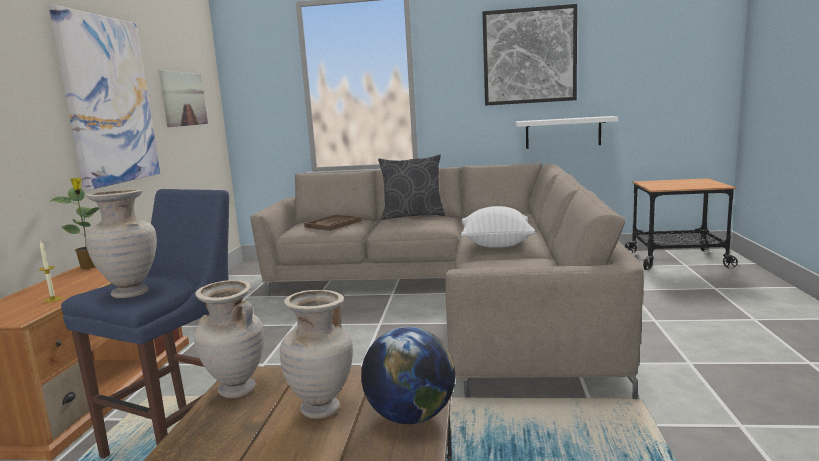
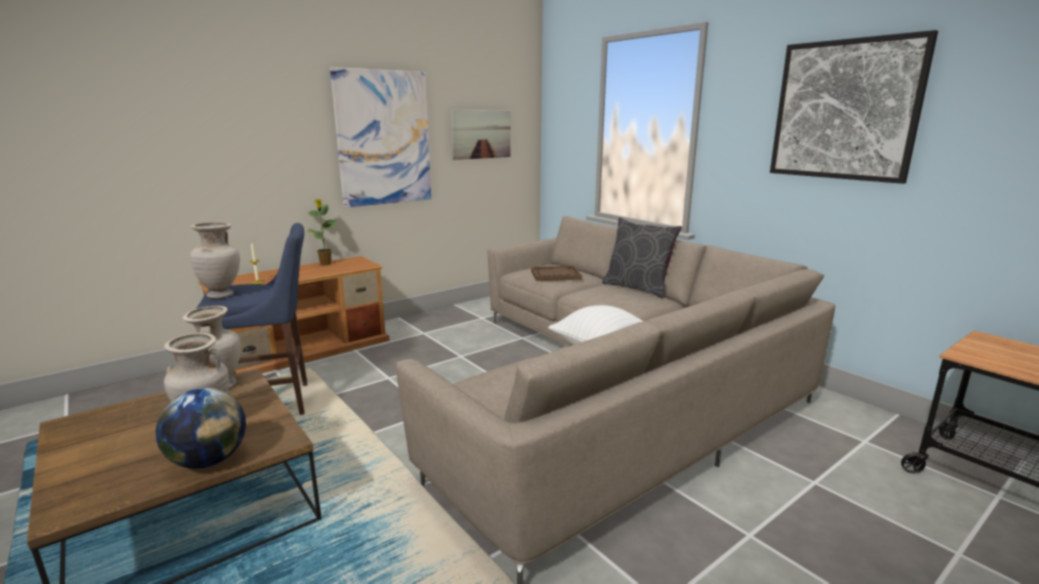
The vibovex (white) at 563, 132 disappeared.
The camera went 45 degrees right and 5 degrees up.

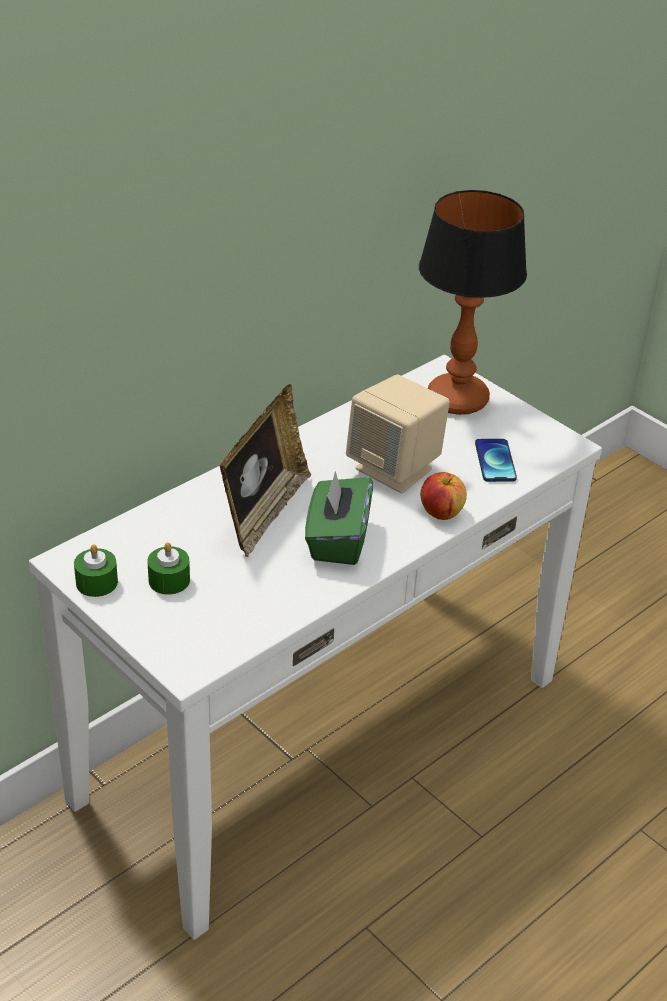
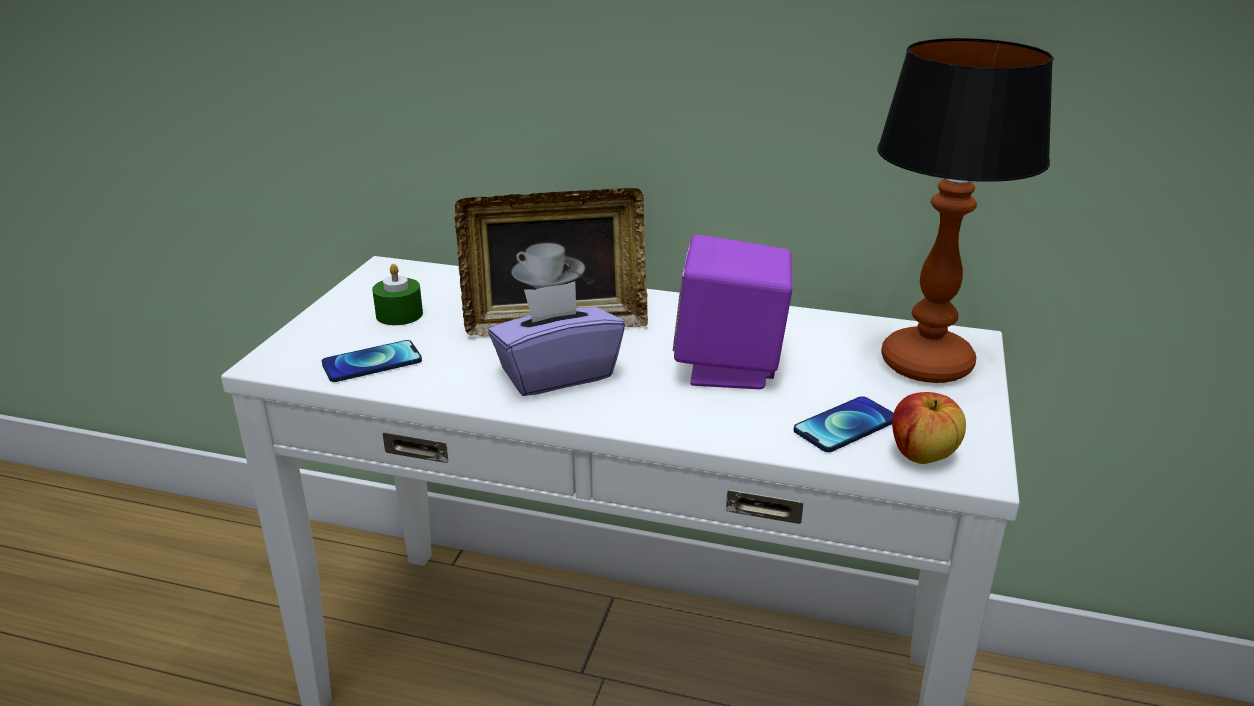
The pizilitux at 372, 363 appeared.
The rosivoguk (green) at 337, 540 became the rosivoguk (purple) at 557, 374.
The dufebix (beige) at 395, 469 became the dufebix (purple) at 730, 368.
The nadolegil moved from 441, 512 to 922, 455.
The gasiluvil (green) at 97, 582 disappeared.
The camera went 60 degrees right and 10 degrees down.

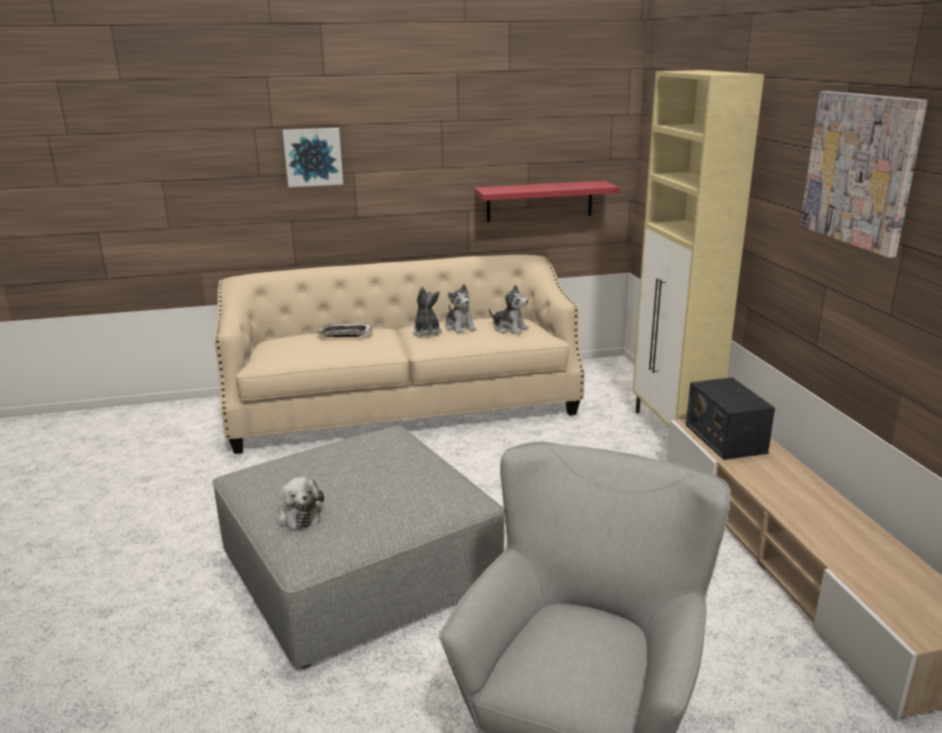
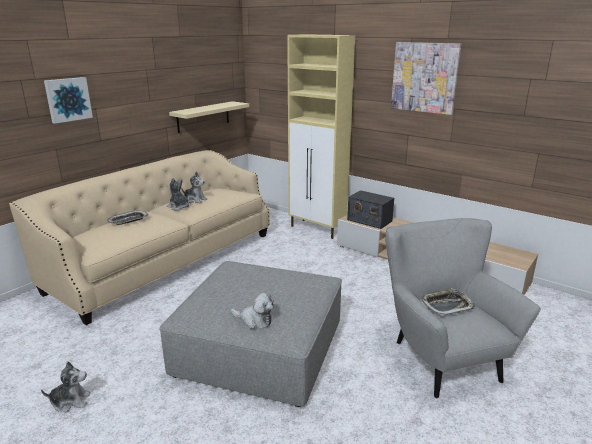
The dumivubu moved from 509, 329 to 70, 401.
The vibovex (red) at 539, 201 became the vibovex (beige) at 203, 117.
The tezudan at 446, 305 appeared.
The camera went 40 degrees left and 0 degrees up.

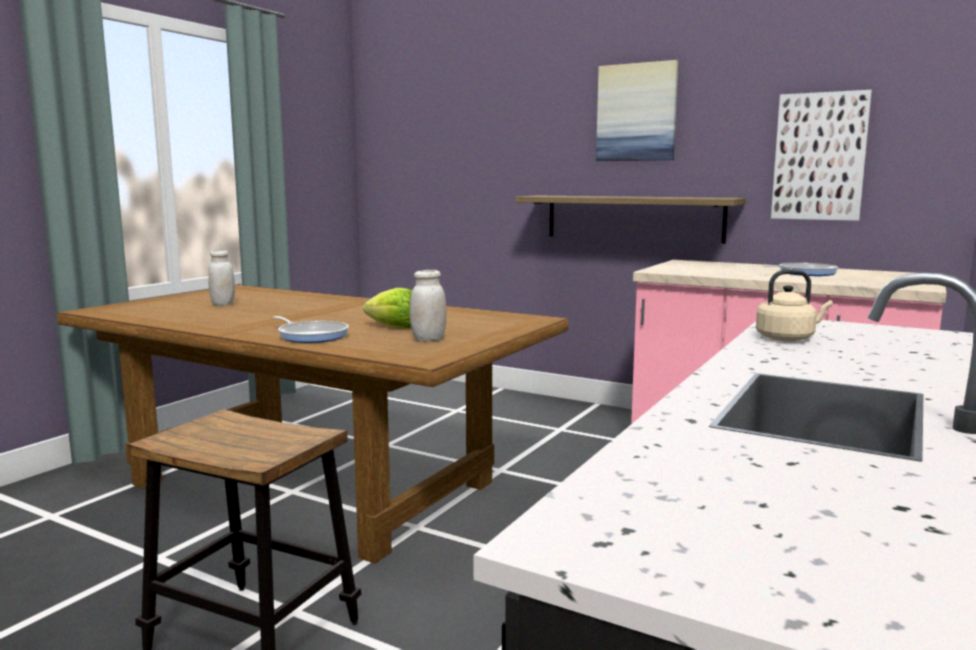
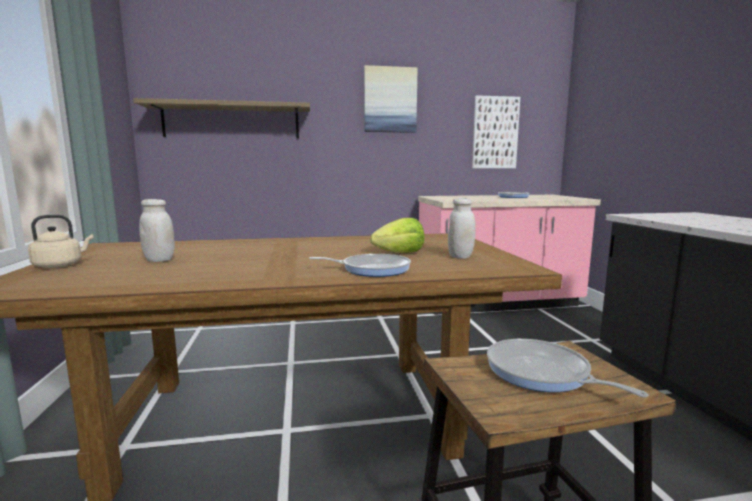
The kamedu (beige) moved from 787, 338 to 60, 265.
The vibovex moved from 633, 218 to 231, 121.
The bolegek at 542, 373 appeared.
The camera went 40 degrees left and 0 degrees up.

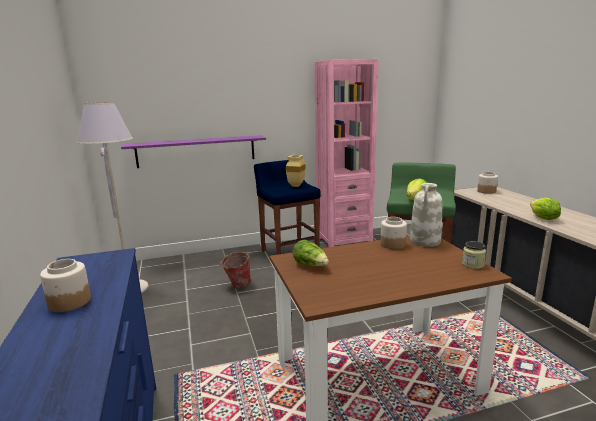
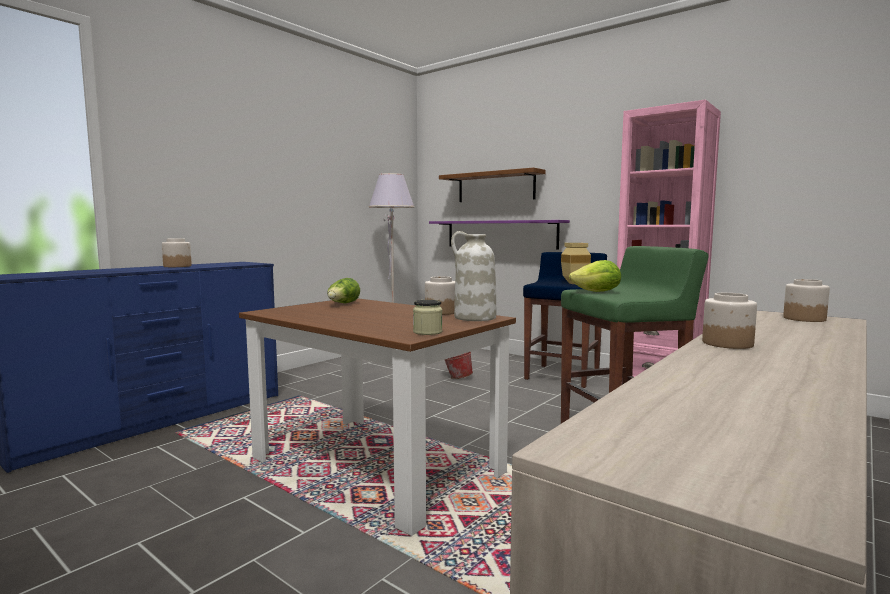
The vibovex (brown) at 495, 187 appeared.
The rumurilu at 543, 218 was replaced by the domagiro at 726, 343.
The camera went 55 degrees right and 10 degrees down.

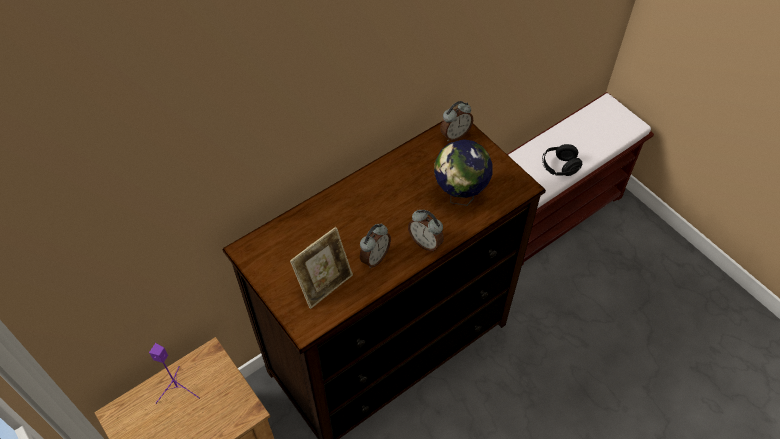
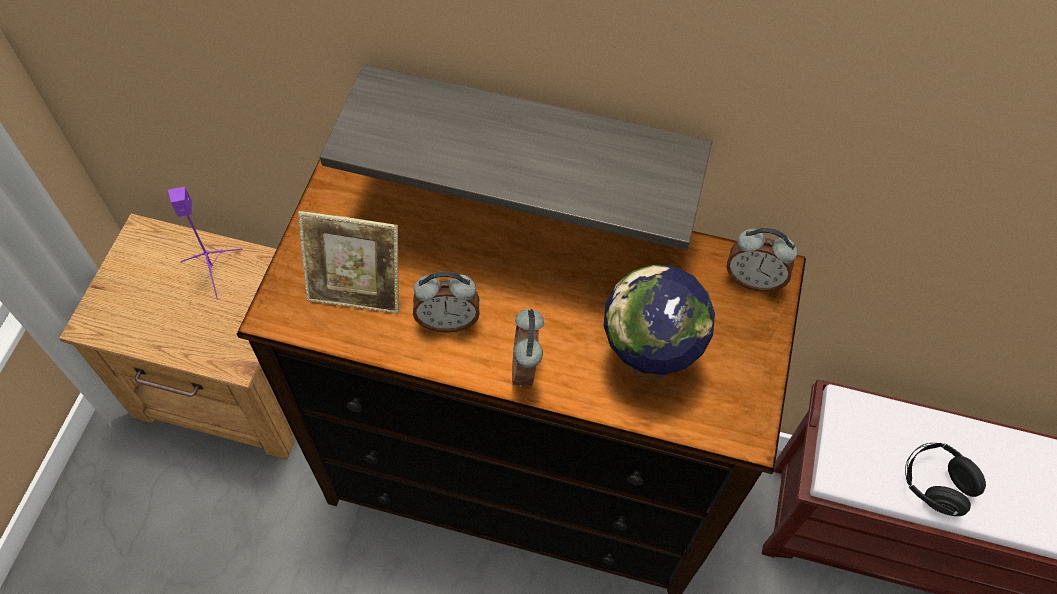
The vibovex at 533, 134 appeared.
The camera went 50 degrees right and 5 degrees up.

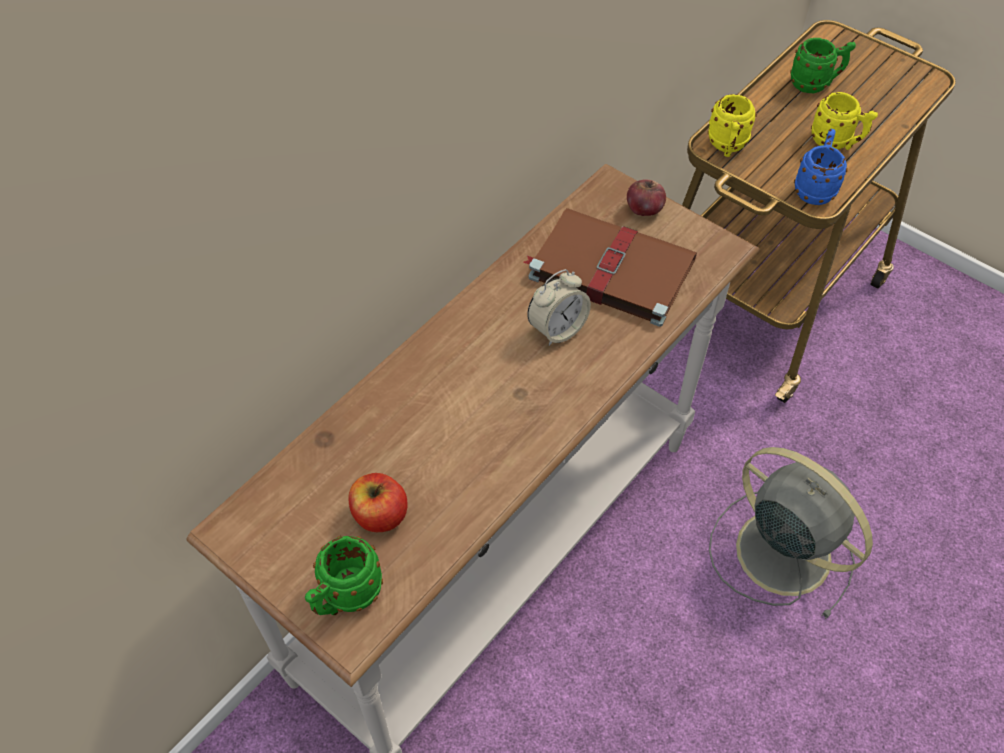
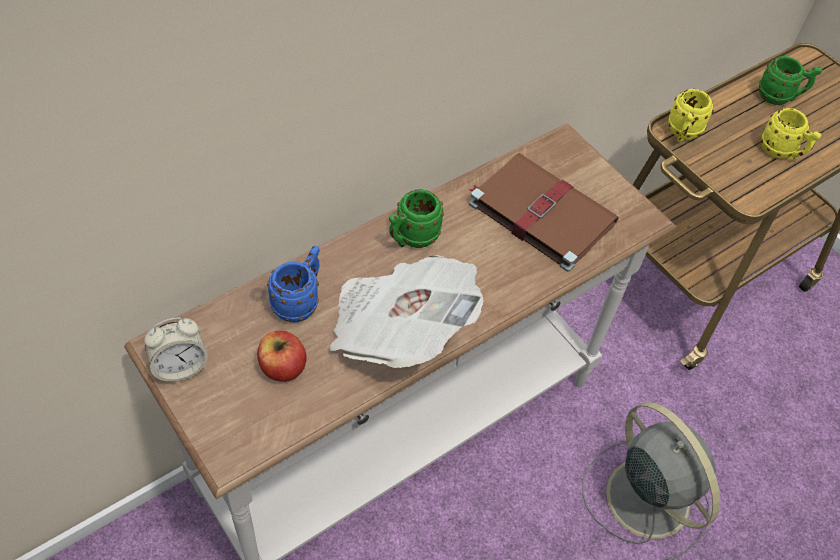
The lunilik moved from 557, 329 to 180, 366.
The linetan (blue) moved from 815, 188 to 300, 301.
The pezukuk at 399, 329 appeared.
The linetan (green) moved from 346, 597 to 411, 238.
The nadolegil at 644, 210 disappeared.
The camera went 10 degrees right and 0 degrees up.

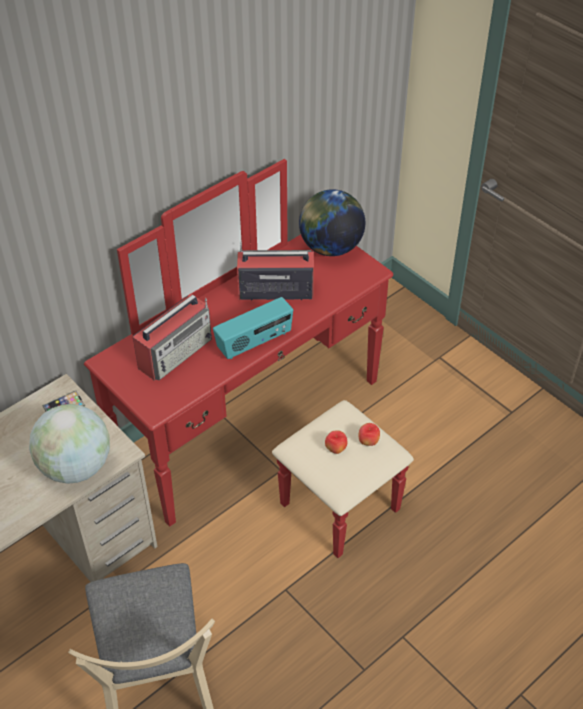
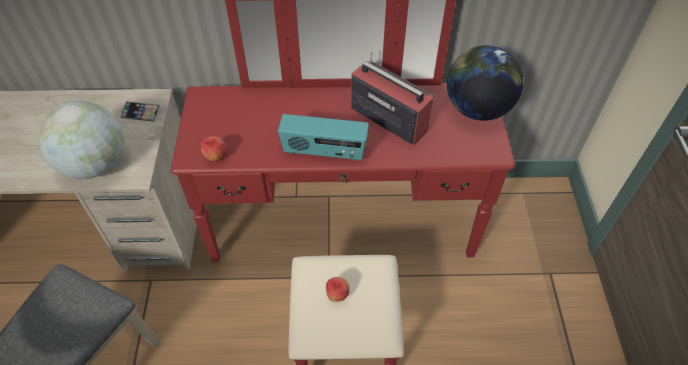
The nadolegil moved from 368, 442 to 215, 157.
The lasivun at 176, 352 disappeared.
The camera went 40 degrees right and 5 degrees up.

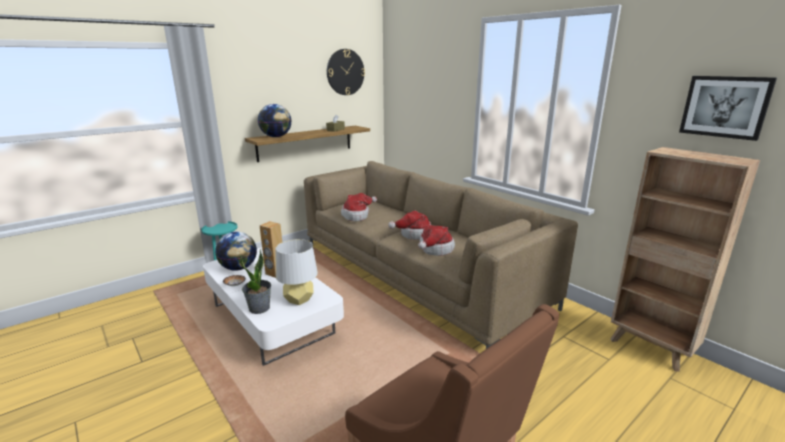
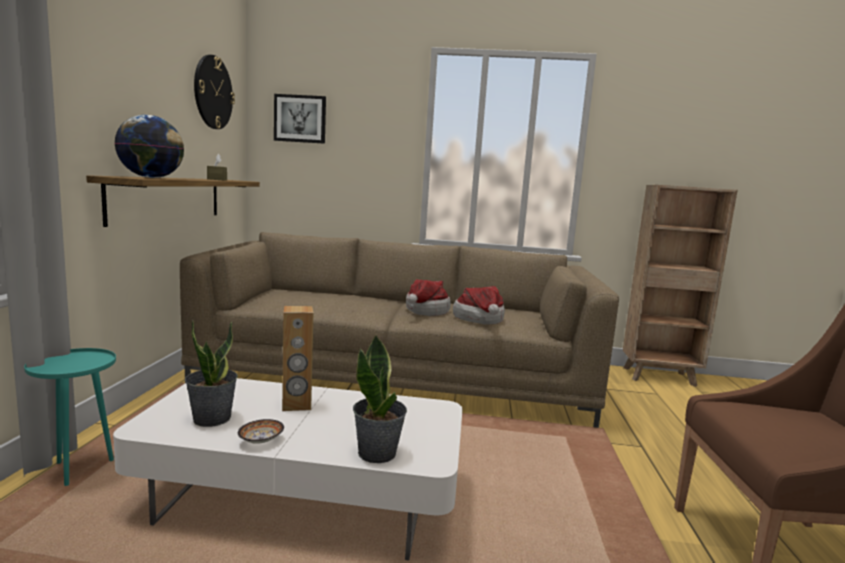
The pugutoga at 238, 268 was replaced by the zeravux at 212, 418.
The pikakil moved from 725, 106 to 300, 119.
The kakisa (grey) at 299, 300 disappeared.
The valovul at 357, 215 disappeared.
The camera went 45 degrees left and 10 degrees down.

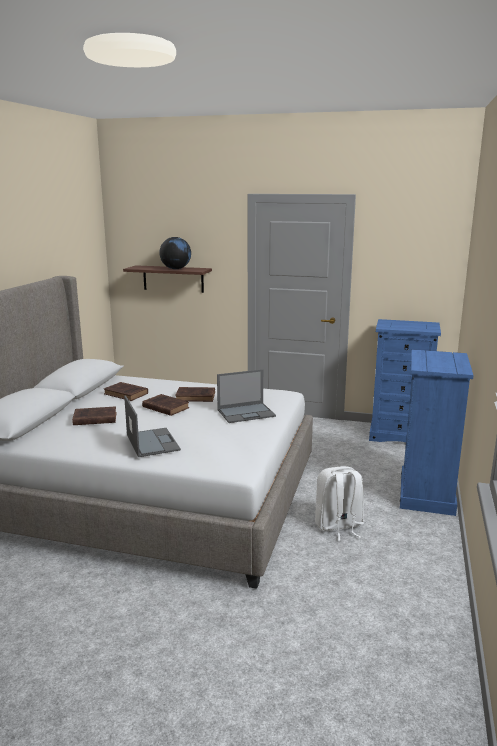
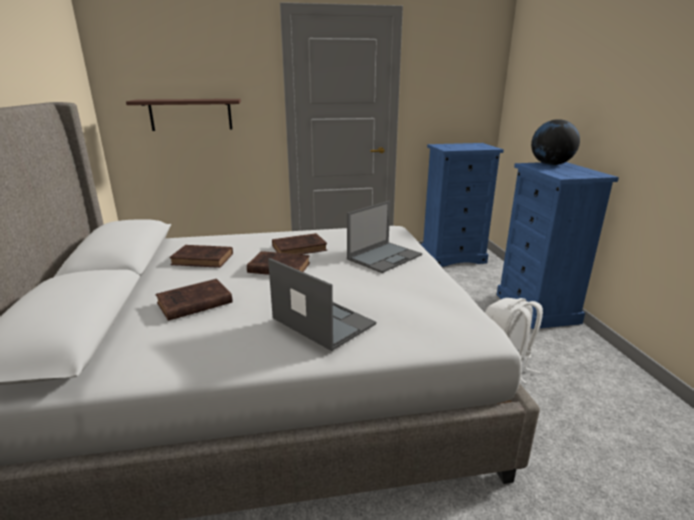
The pugutoga moved from 176, 269 to 551, 164.
The camera went 25 degrees left and 5 degrees up.

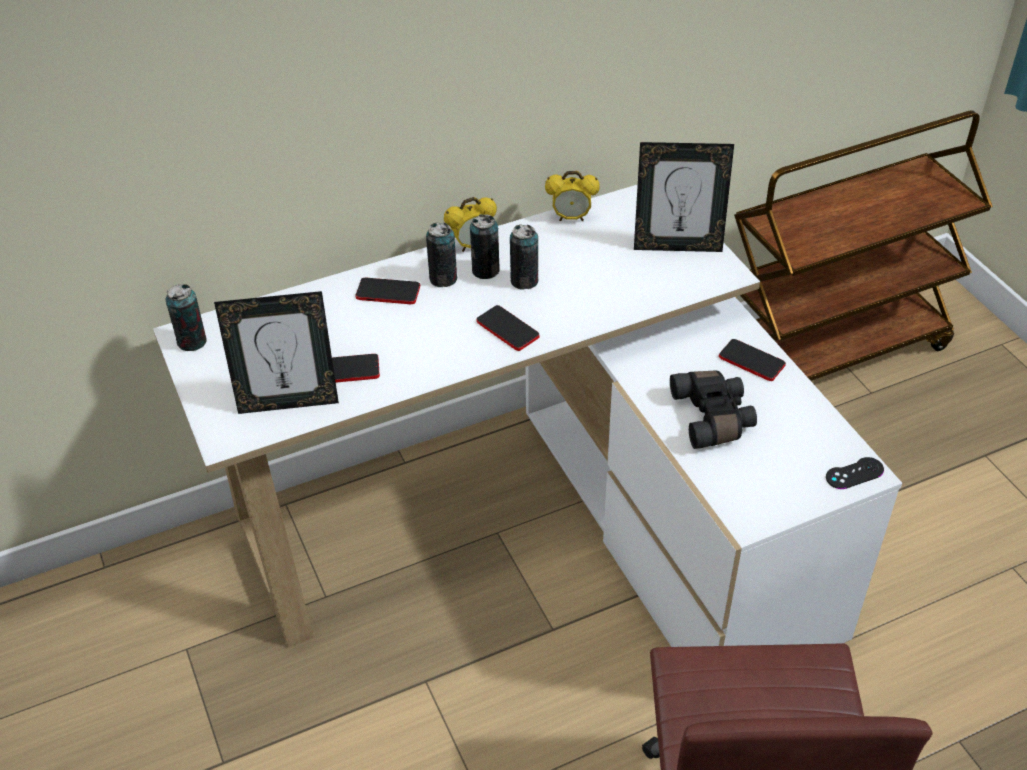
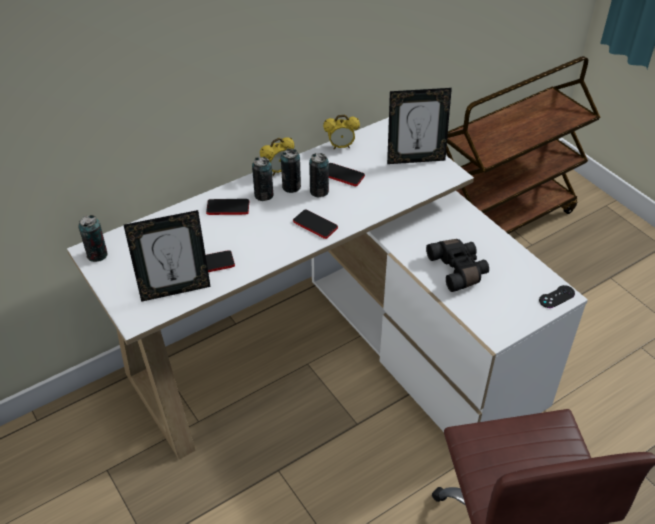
The pizilitux moved from 751, 361 to 343, 175.
The camera went 10 degrees left and 0 degrees up.

